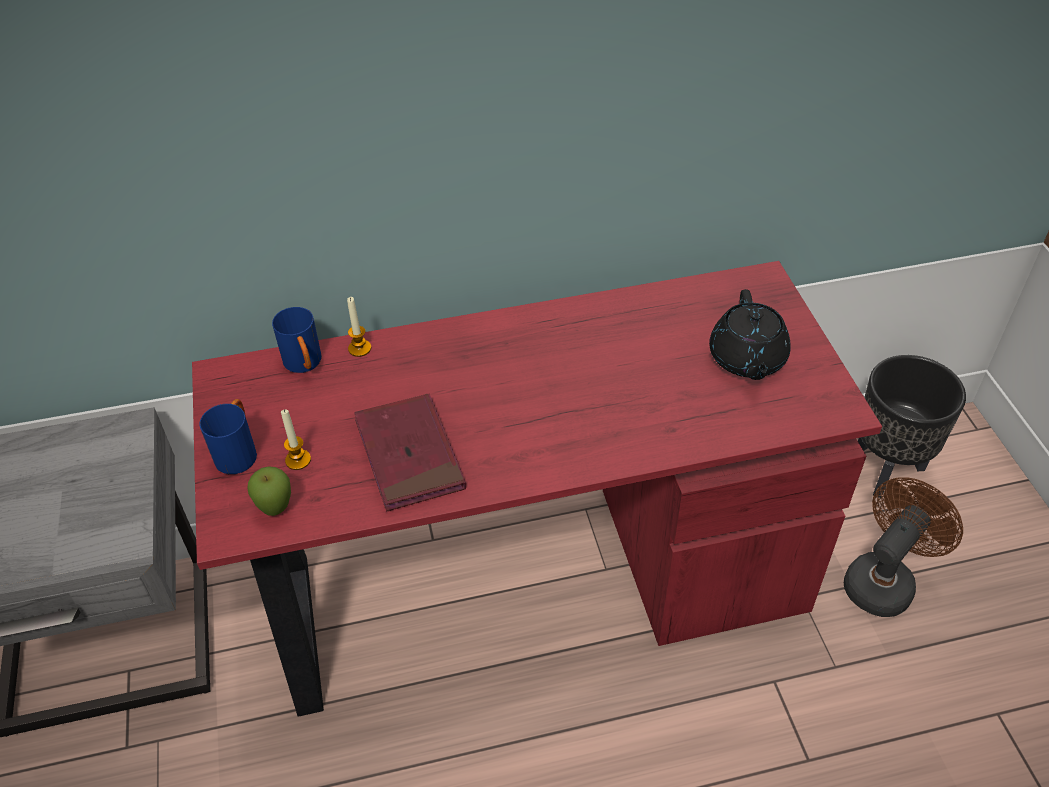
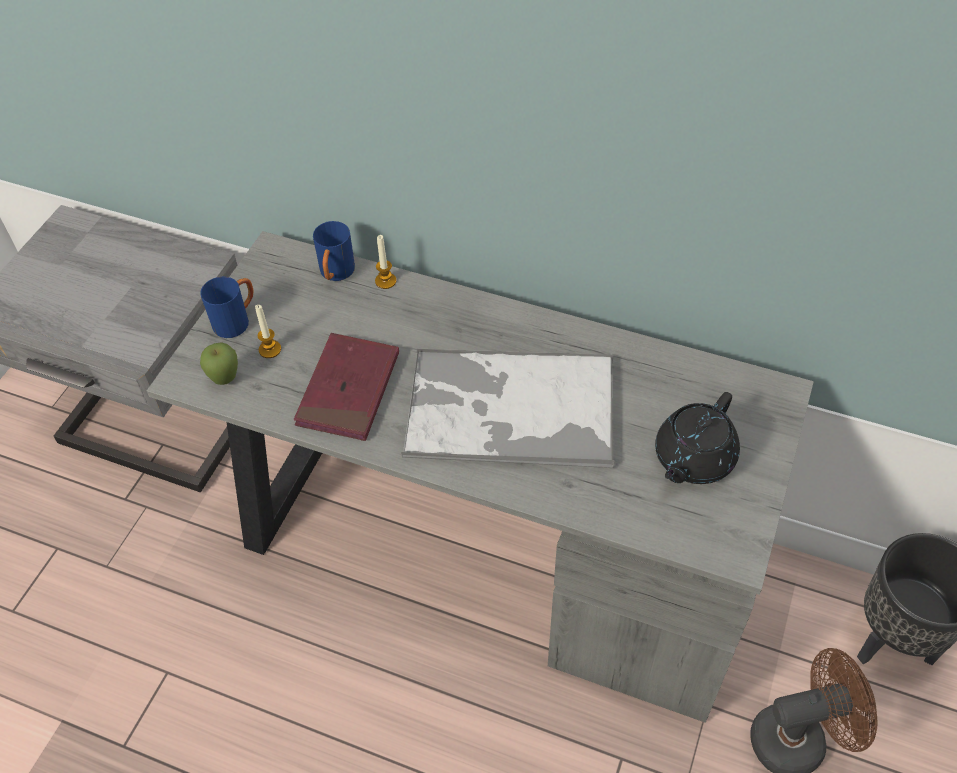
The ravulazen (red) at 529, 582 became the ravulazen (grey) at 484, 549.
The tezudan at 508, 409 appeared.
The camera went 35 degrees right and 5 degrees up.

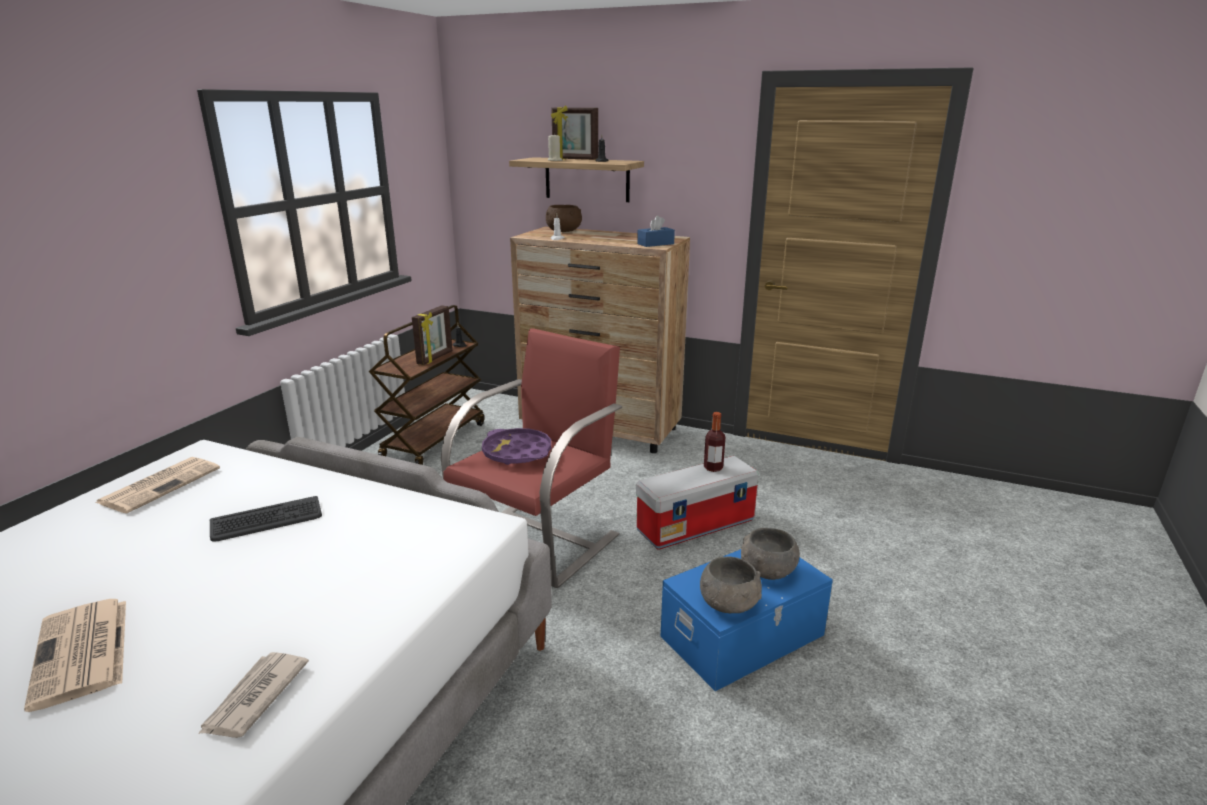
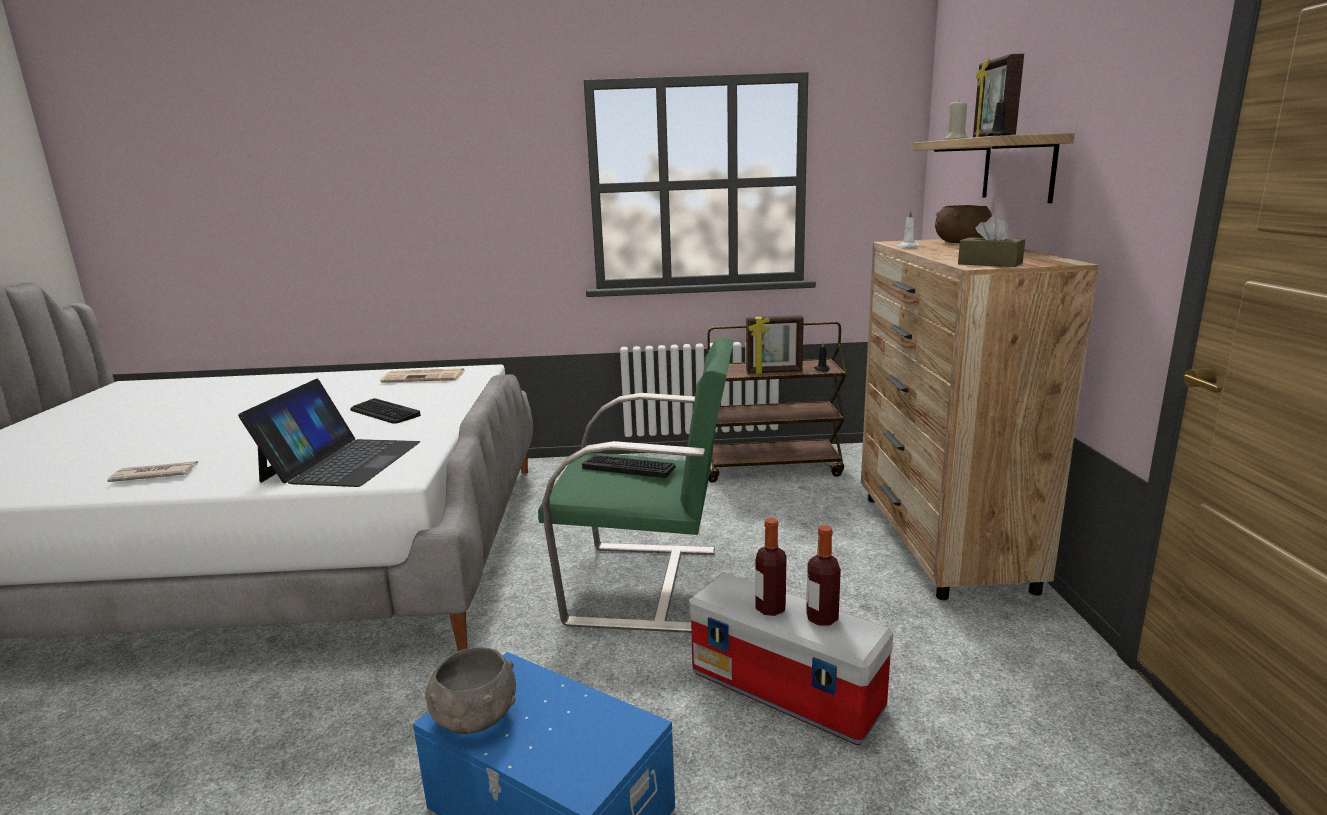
The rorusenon at 342, 461 appeared.
The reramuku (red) at 539, 539 became the reramuku (green) at 647, 585.
The tezudan (purple) at 517, 452 was replaced by the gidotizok at 629, 467.
The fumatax at 770, 608 appeared.
The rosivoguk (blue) at 655, 244 became the rosivoguk (brown) at 990, 264.
The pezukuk at 82, 653 disappeared.
The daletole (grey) at 767, 571 disappeared.
The camera went 65 degrees right and 5 degrees down.

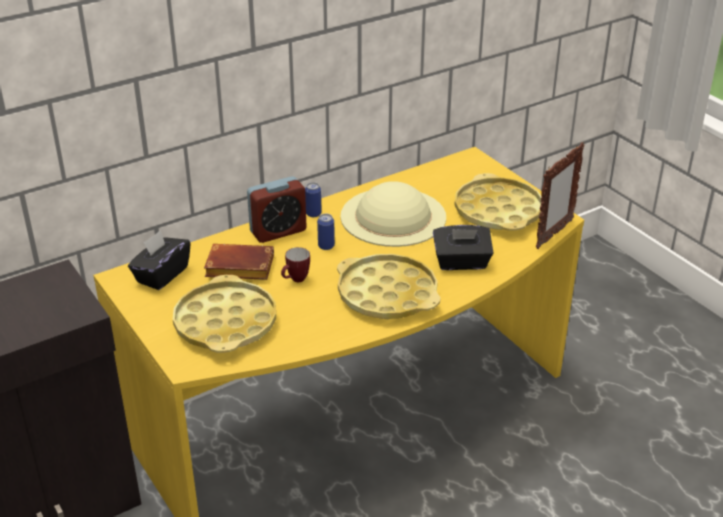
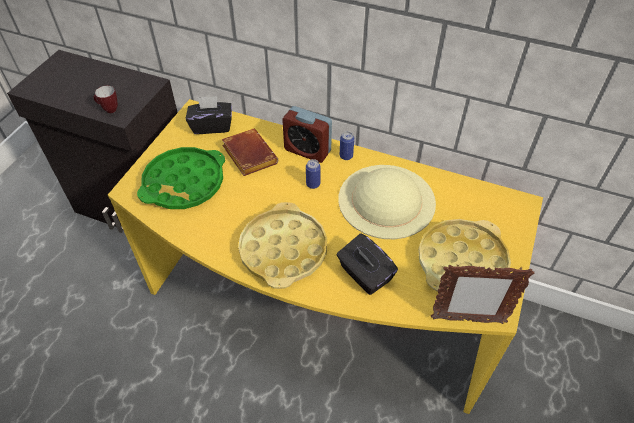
The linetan moved from 295, 280 to 108, 110.
The tezudan (yellow) at 226, 323 became the tezudan (green) at 184, 183.
The camera went 55 degrees right and 15 degrees up.

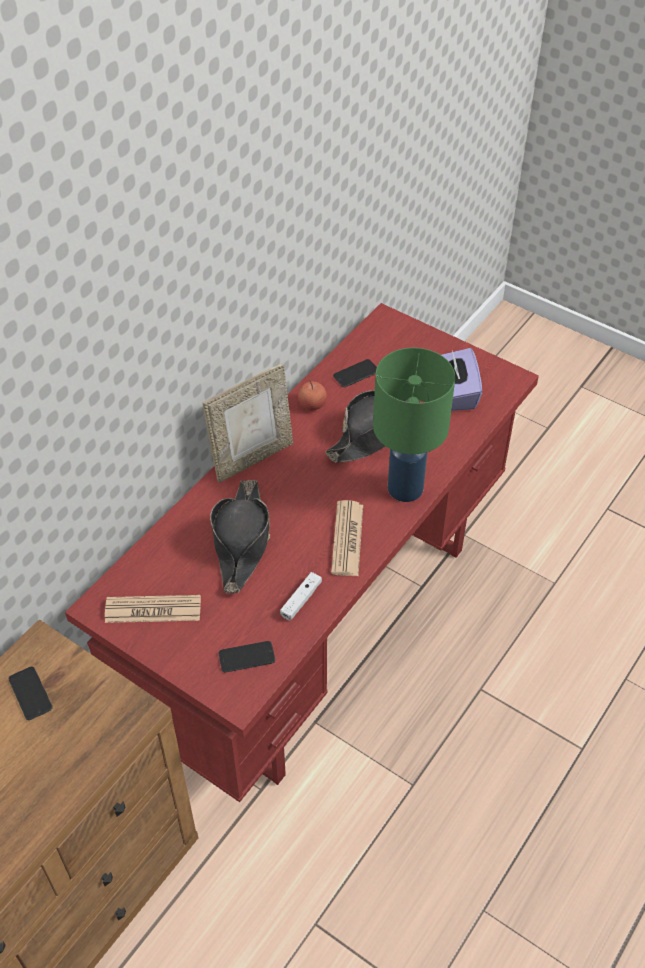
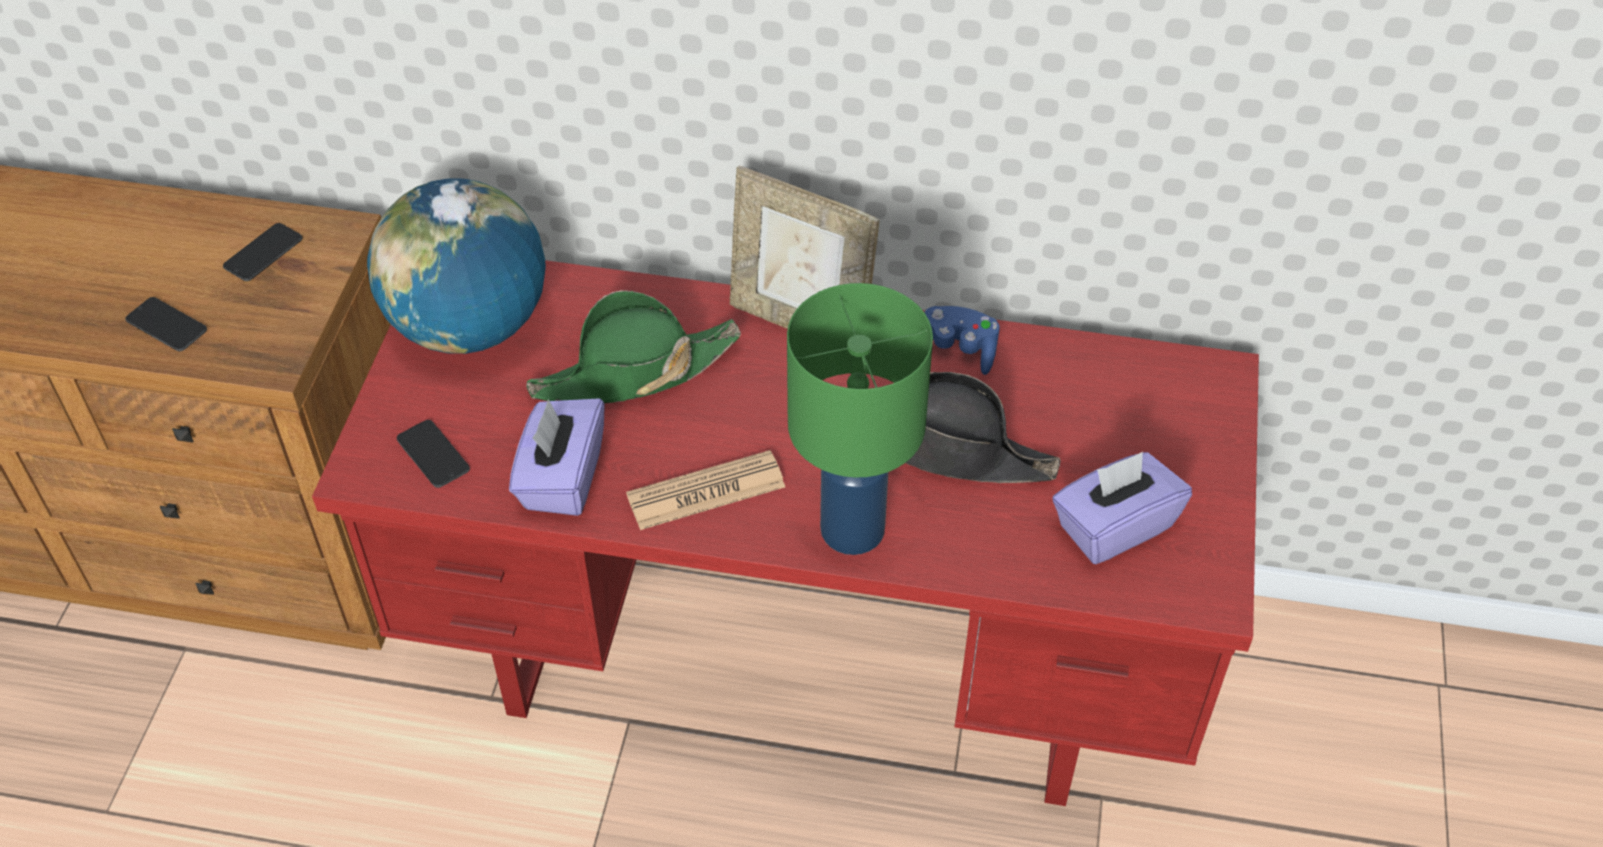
The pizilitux moved from 356, 374 to 166, 325.
The pezukuk at 153, 610 was replaced by the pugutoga at 469, 326.
The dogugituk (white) at 301, 600 was replaced by the rosivoguk (purple) at 562, 478.
The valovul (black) at 241, 541 became the valovul (green) at 635, 371.
The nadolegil at 312, 404 was replaced by the dogugituk (blue) at 956, 351.
The camera went 65 degrees right and 0 degrees up.

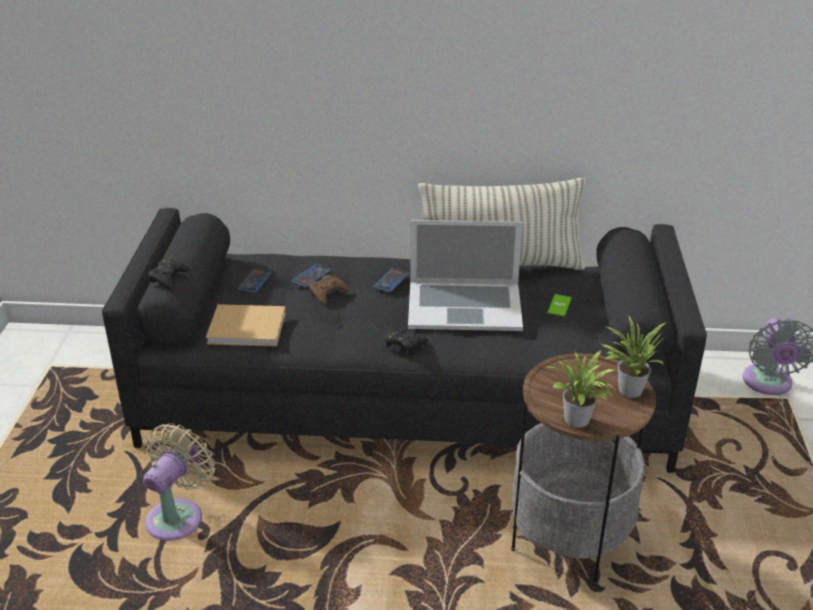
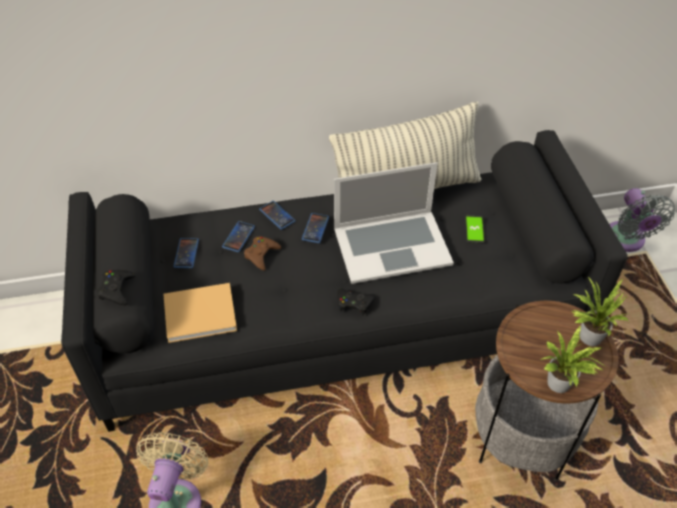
The pizilitux at 277, 215 appeared.
The camera went 15 degrees left and 15 degrees up.

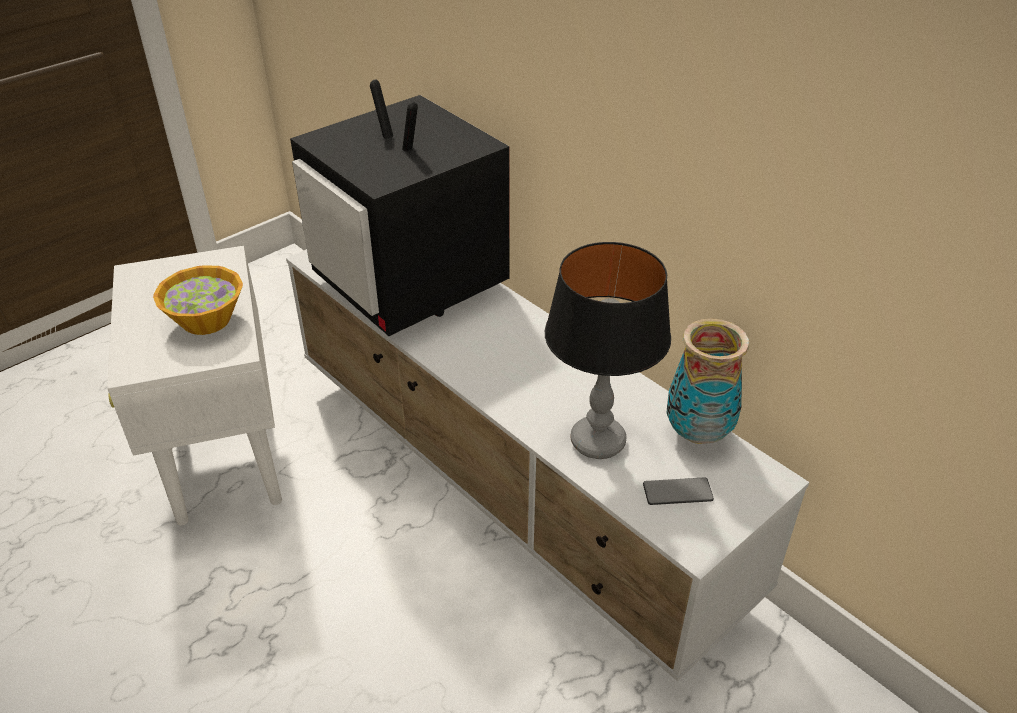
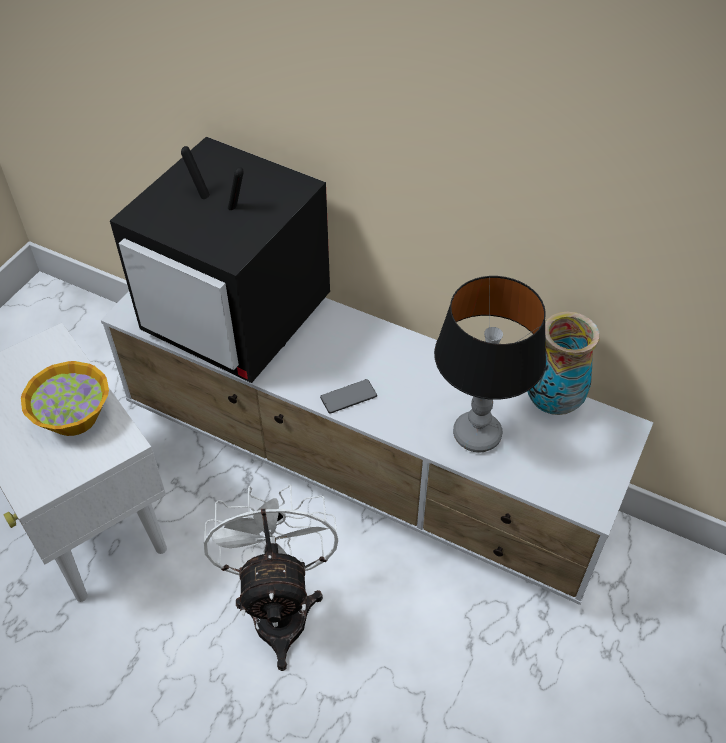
The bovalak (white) at 279, 607 appeared.
The pizilitux moved from 677, 492 to 348, 397.
The camera went 20 degrees left and 10 degrees up.

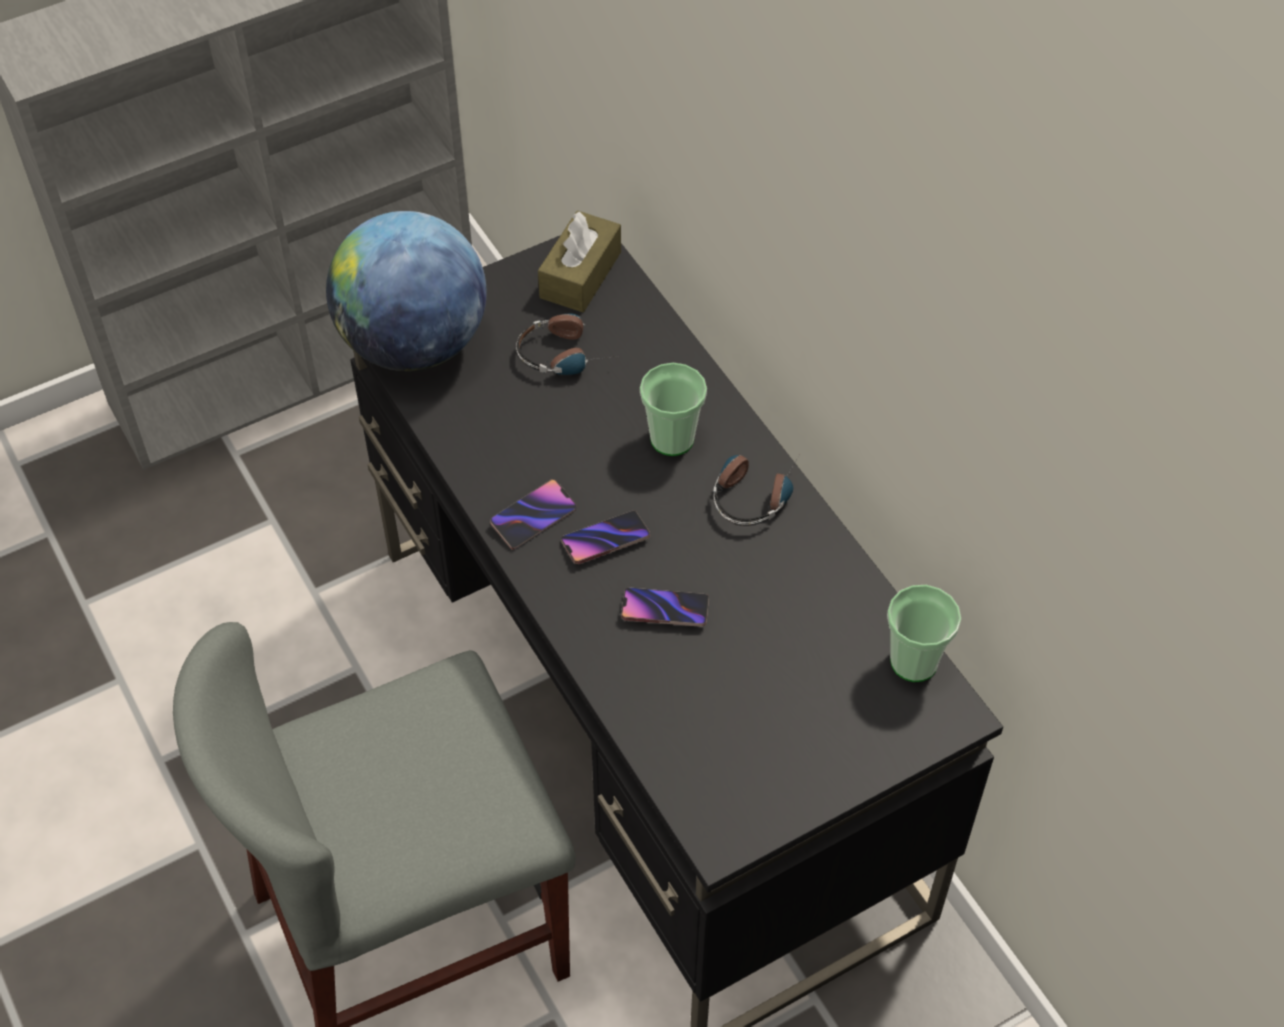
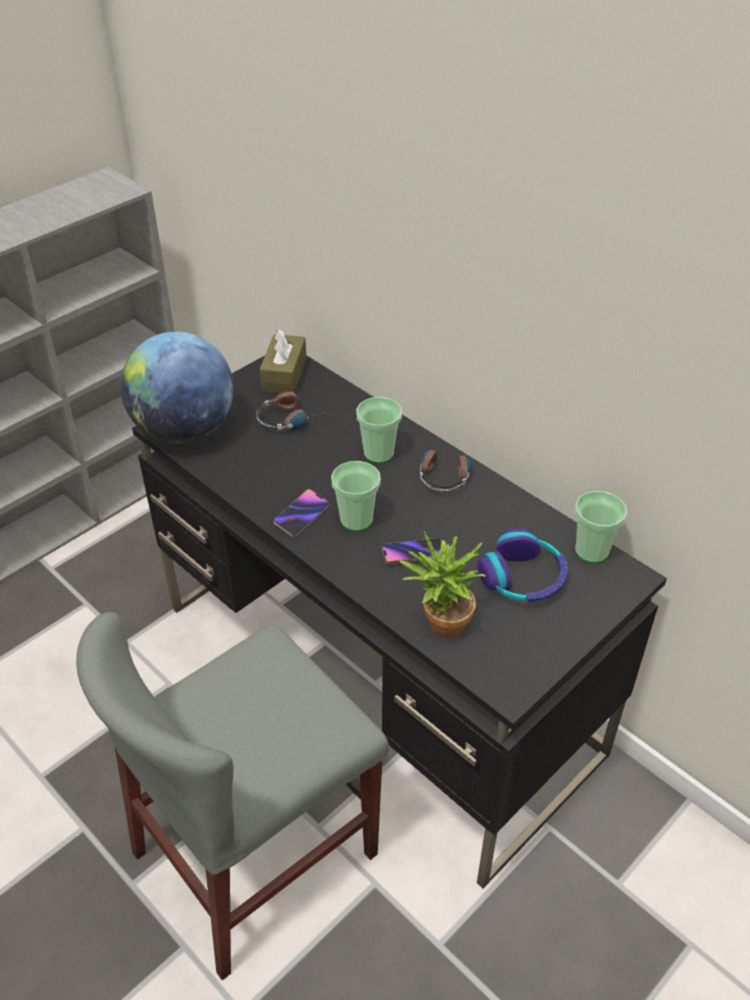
The pizilitux at 605, 540 was replaced by the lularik at 356, 520.
The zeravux at 440, 626 appeared.
The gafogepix at 523, 578 appeared.
The camera went 15 degrees left and 10 degrees down.

